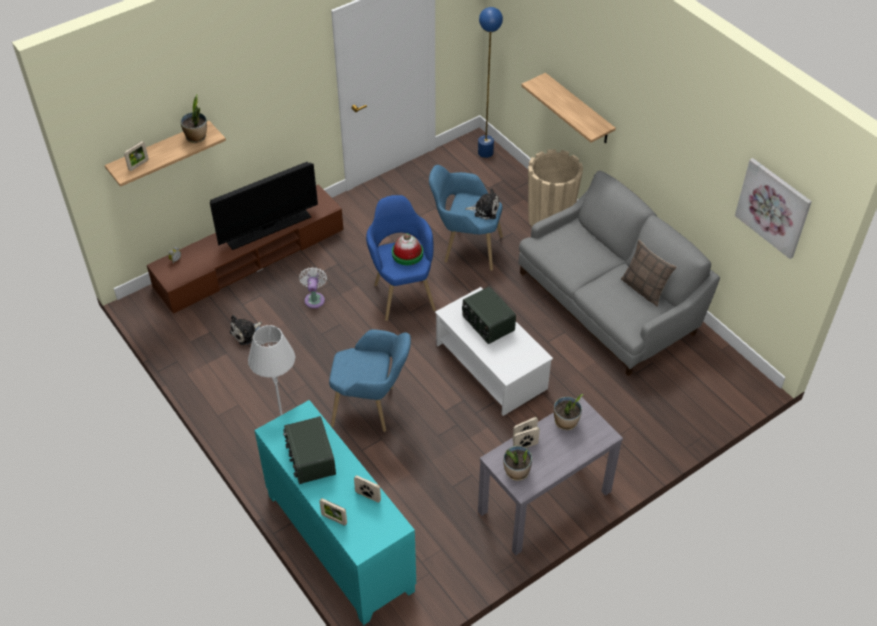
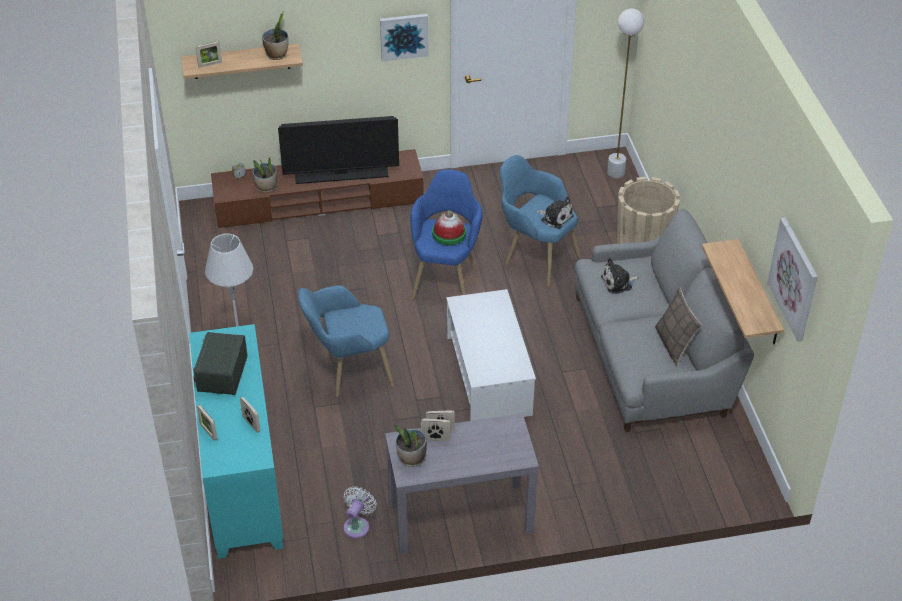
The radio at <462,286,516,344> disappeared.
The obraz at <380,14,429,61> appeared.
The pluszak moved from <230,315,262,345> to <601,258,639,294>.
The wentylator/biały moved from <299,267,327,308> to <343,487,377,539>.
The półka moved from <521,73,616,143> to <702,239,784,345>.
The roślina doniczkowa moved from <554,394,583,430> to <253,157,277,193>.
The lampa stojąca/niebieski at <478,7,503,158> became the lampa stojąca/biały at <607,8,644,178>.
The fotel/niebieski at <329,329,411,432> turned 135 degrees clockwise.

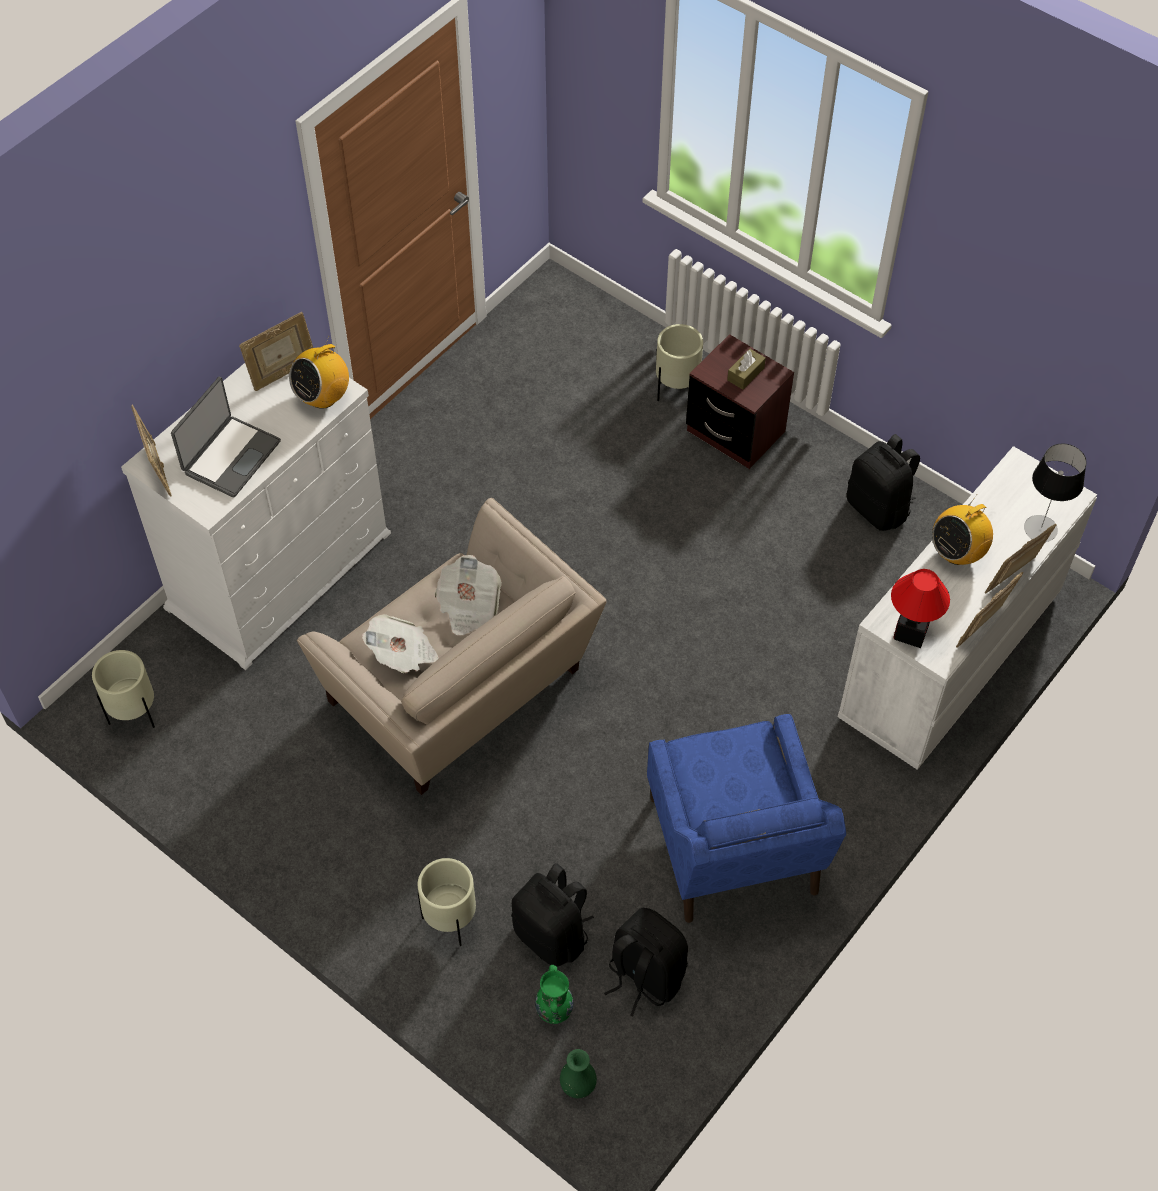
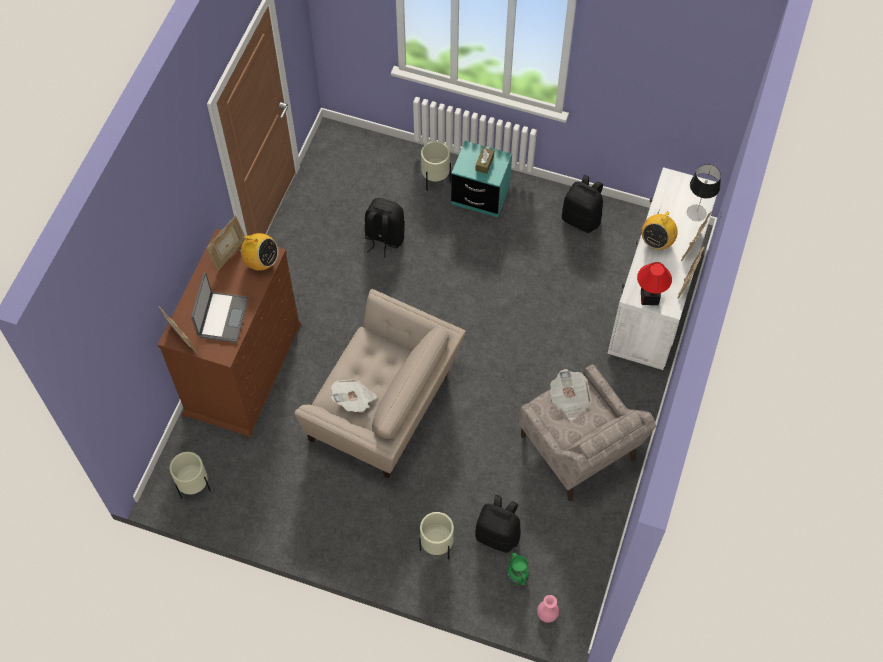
The gazeta moved from <435,555,502,636> to <550,369,591,421>.
The plecak/czarny moved from <604,908,688,1017> to <365,198,405,258>.
The komoda/biały at <121,363,391,670> became the komoda/brązowy at <158,229,301,438>.
The wazon/zielony at <560,1049,597,1098> became the wazon/różowy at <537,595,559,623>.
The fotel/niebieski at <647,714,846,923> became the fotel/beżowy at <519,364,656,501>.
The szafka nocna/brązowy at <686,334,794,469> became the szafka nocna/turkusowy at <451,141,512,218>.
The radio at <289,336,349,409> turned 90 degrees counterclockwise.

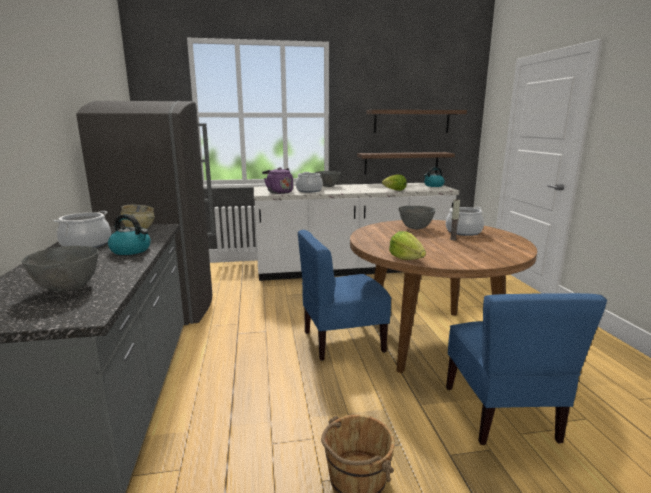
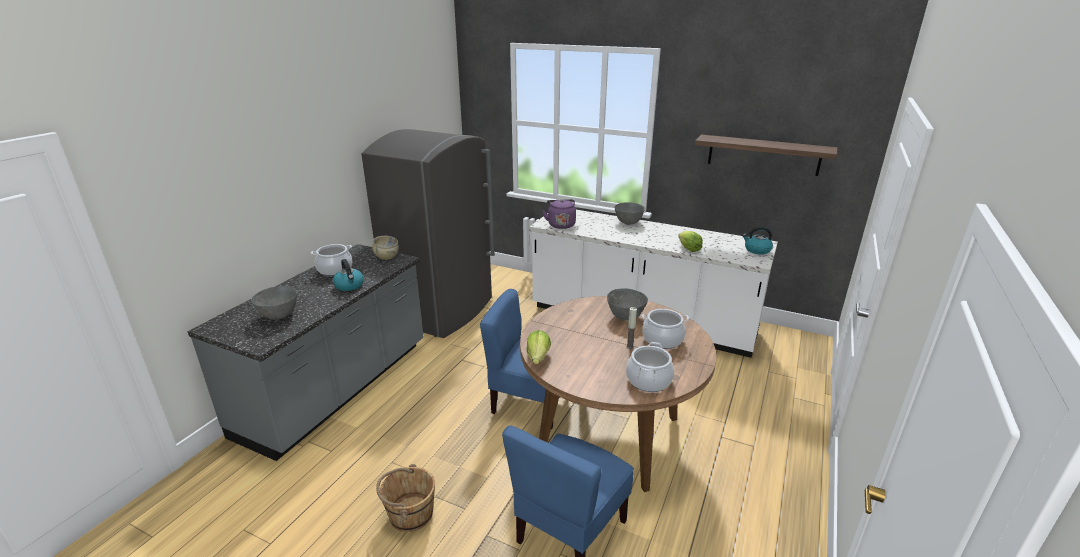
The półka at <357,152,455,175> disappeared.
The garnek moved from <296,172,323,193> to <626,342,674,392>.

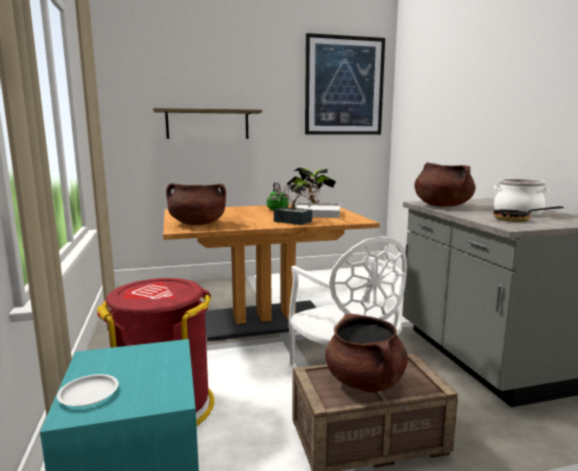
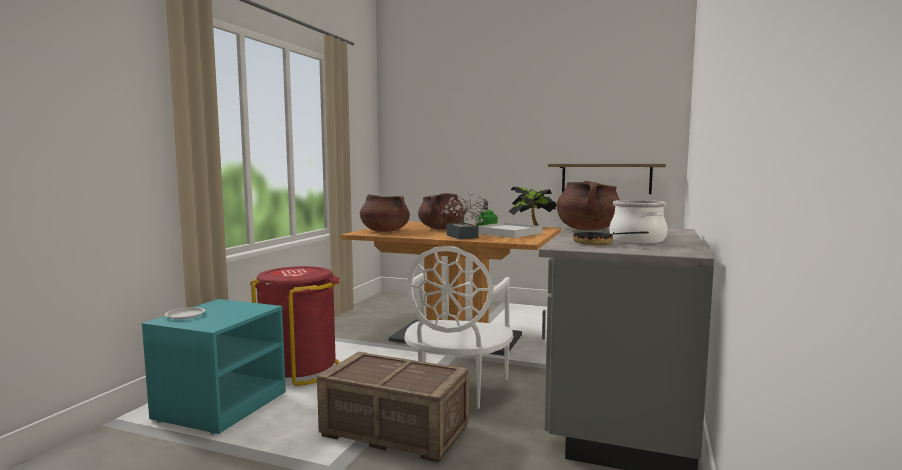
The obraz at <305,33,385,135> disappeared.
The półka moved from <153,108,262,139> to <548,164,666,194>.
The garnek/brązowy moved from <325,314,408,392> to <418,193,465,229>.

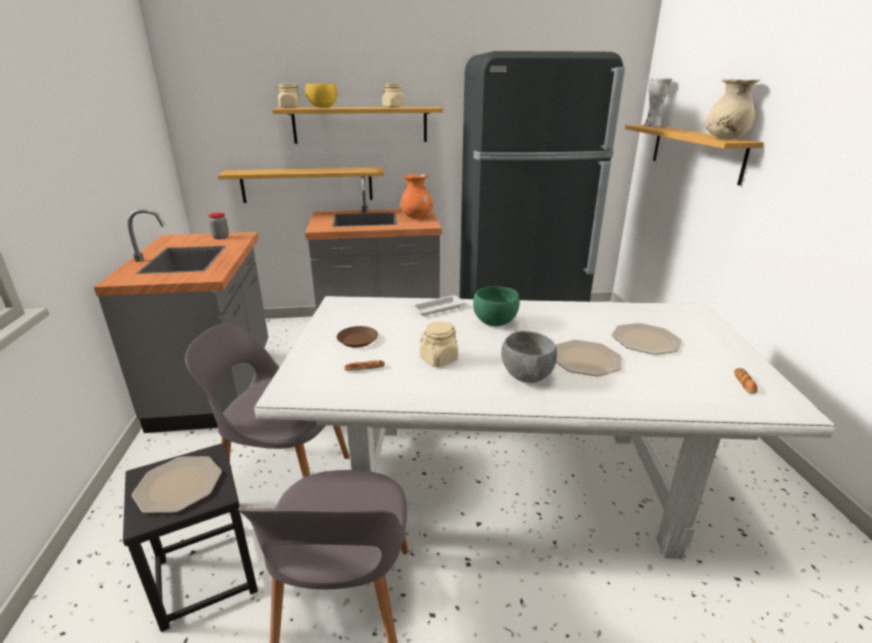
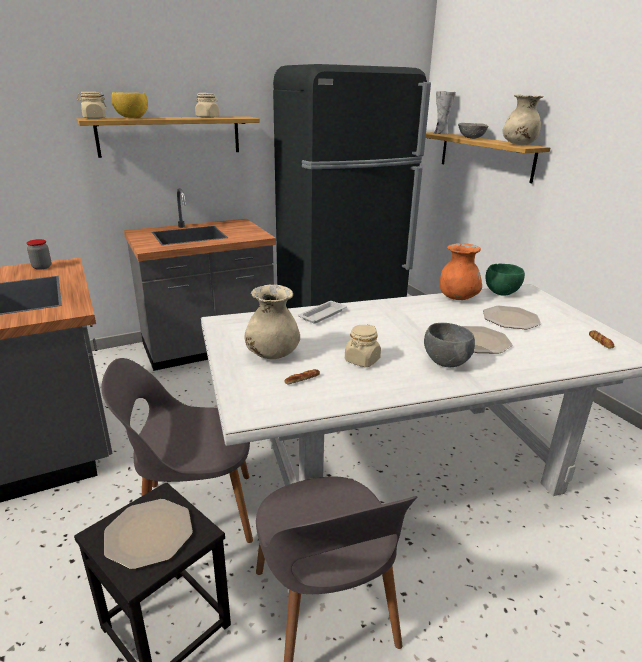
The półka at <217,167,384,203> disappeared.
The miska/szary at <458,123,489,139> appeared.
The wazon/pomarańczowy moved from <401,174,433,218> to <440,243,482,300>.
The miska/zielony moved from <473,286,520,326> to <485,264,525,296>.
The talerz/brązowy at <337,326,378,347> was replaced by the wazon/beżowy at <244,285,300,359>.

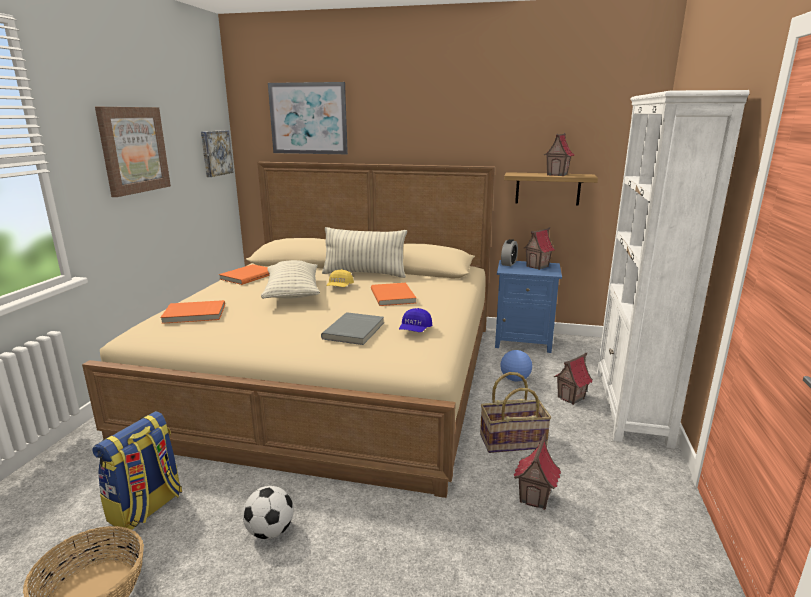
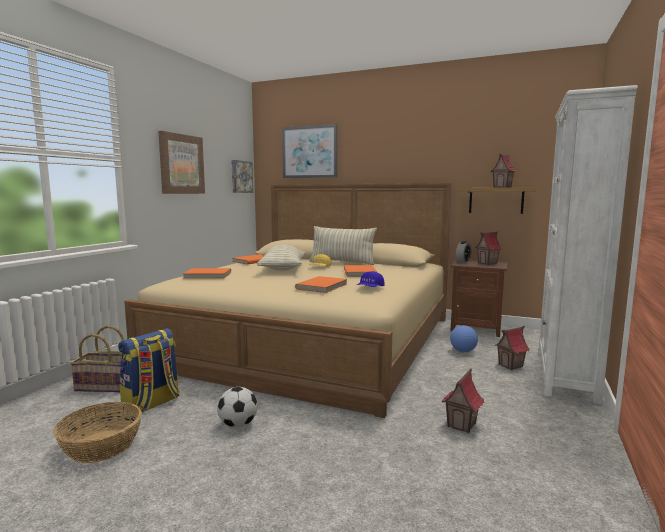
The koszyk moved from <480,372,551,453> to <70,326,124,392>.
The książka/szary at <321,312,384,345> became the książka/pomarańczowy at <295,276,347,293>.
The szafka nocna/niebieski at <495,260,562,353> became the szafka nocna/brązowy at <451,261,508,337>.

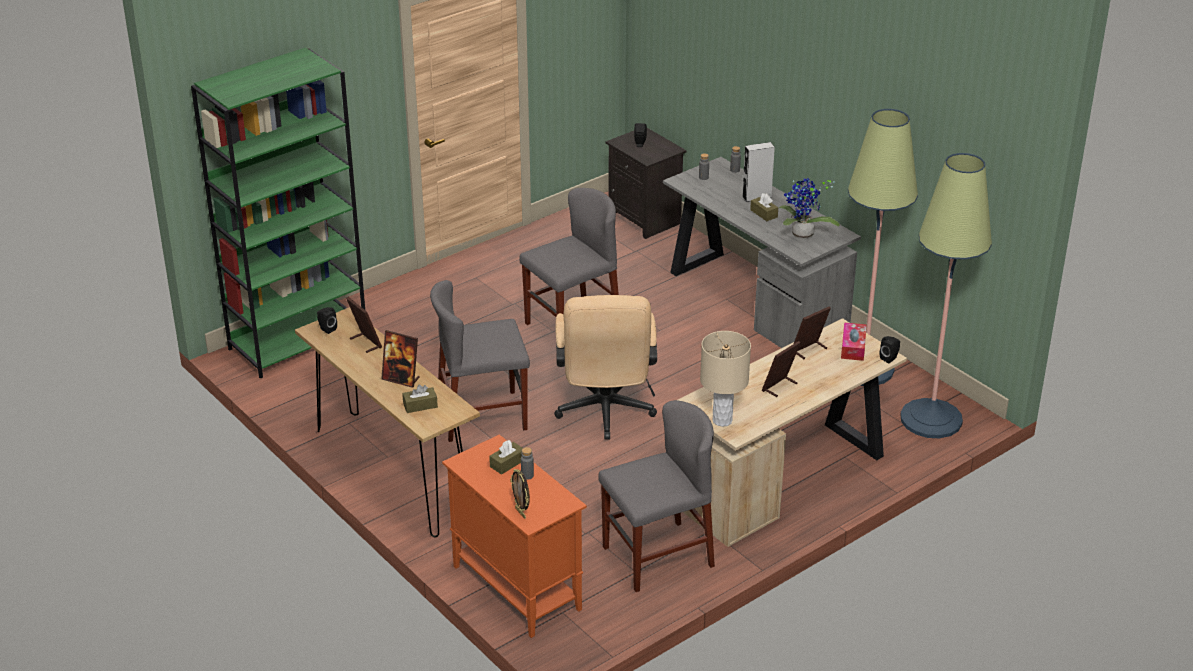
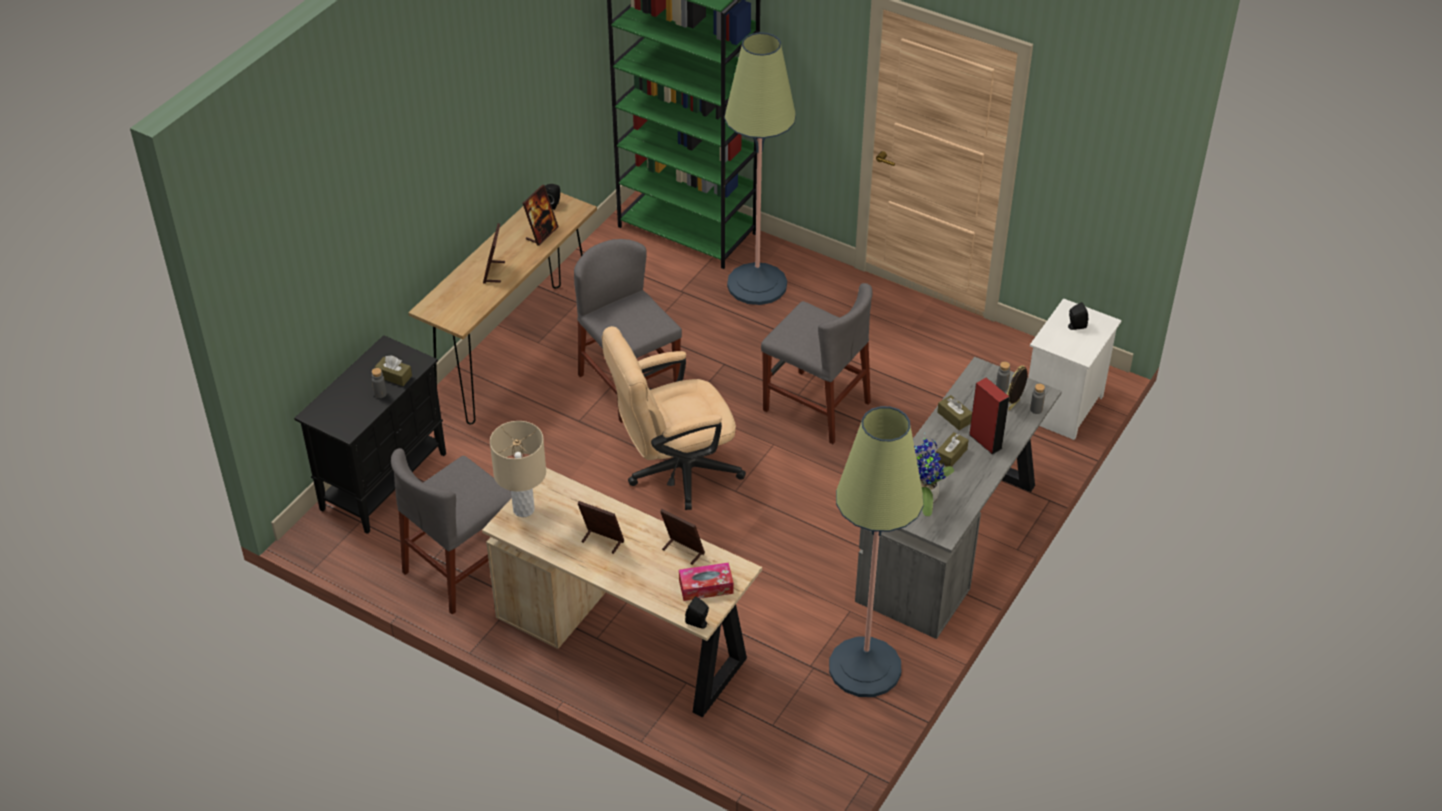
The pudełko chusteczek/brązowy moved from <402,385,438,413> to <937,395,972,430>.
The ramka na zdjęcie moved from <510,469,530,519> to <1007,365,1028,411>.
The lampa stojąca moved from <900,153,992,438> to <724,32,796,305>.
The szafka/pomarańczowy at <442,434,587,638> became the szafka/czarny at <294,335,446,534>.
The szafka nocna/czarny at <606,128,686,239> became the szafka nocna/biały at <1028,298,1122,440>.
The głośnik/szary at <742,142,775,202> became the głośnik/czerwony at <969,378,1009,455>.
The krzesło/szary at <598,400,715,592> turned 90 degrees clockwise.

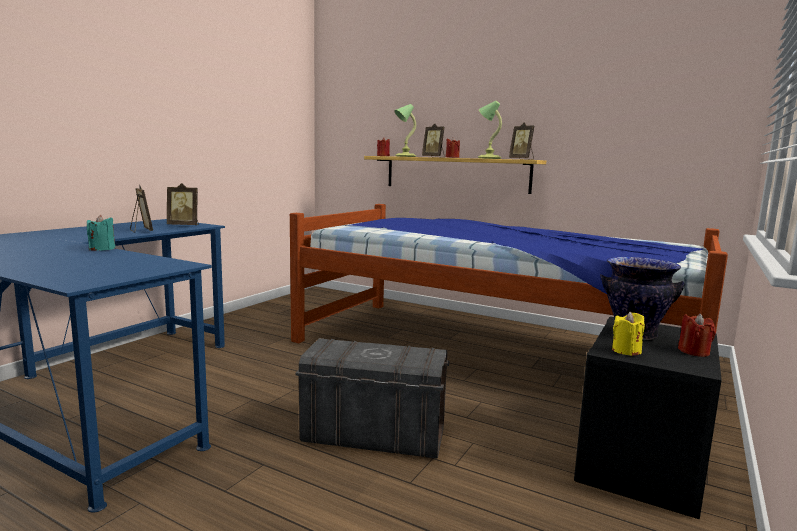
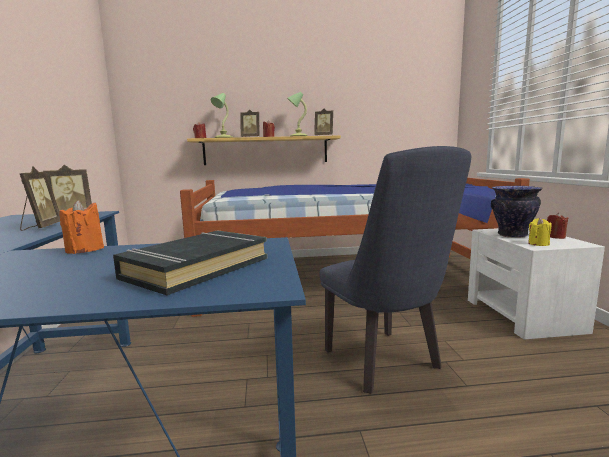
The książka/czarny at <113,230,268,295> appeared.
The pojemnik do przechowywania/szary at <295,338,450,459> was replaced by the krzesło/niebieski at <320,146,471,393>.
The świeca/turkusowy at <87,215,115,251> became the świeca/pomarańczowy at <59,200,104,254>.
The szafka nocna/czarny at <574,317,722,519> became the szafka nocna/biały at <468,228,605,339>.
The ramka na zdjęcie at <130,185,153,233> turned 60 degrees clockwise.

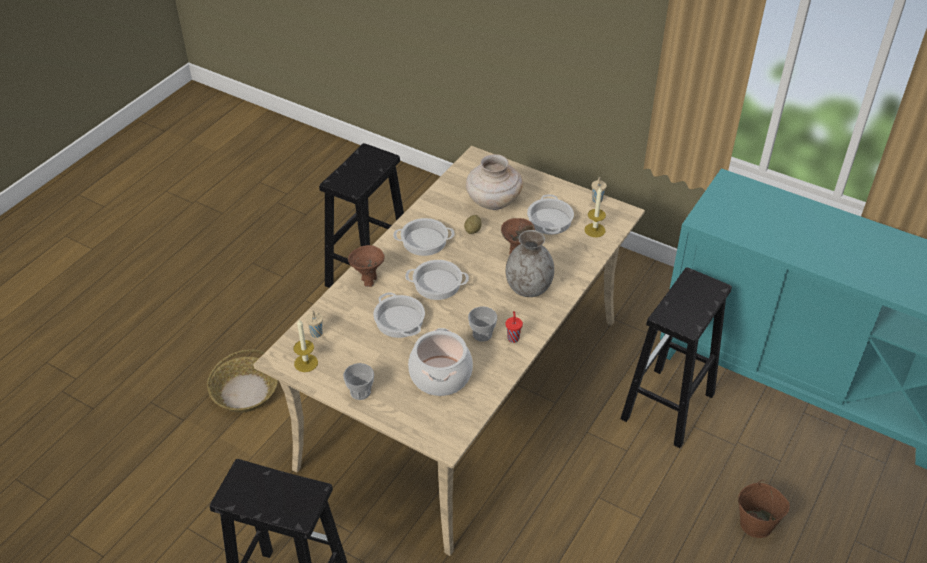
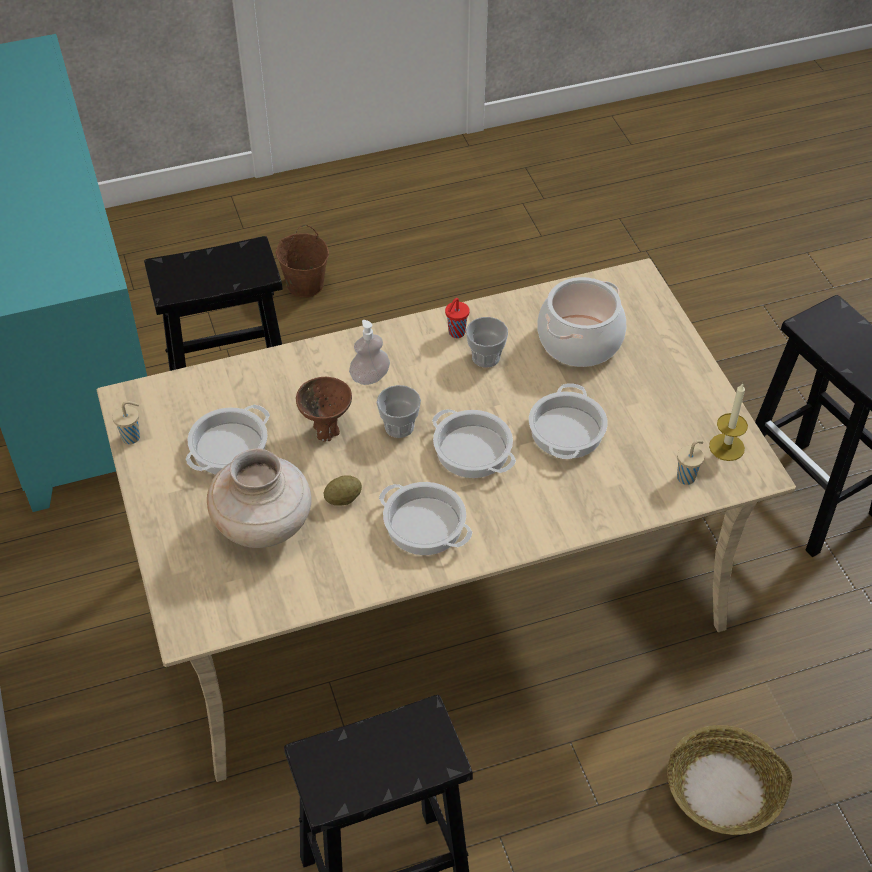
The miska/brązowy at <348,245,385,287> disappeared.
The świeca at <585,187,606,237> disappeared.
The filiżanka moved from <343,363,374,400> to <376,385,421,438>.
The wazon/szary at <506,230,554,297> was replaced by the dozownik mydła at <349,320,390,385>.

